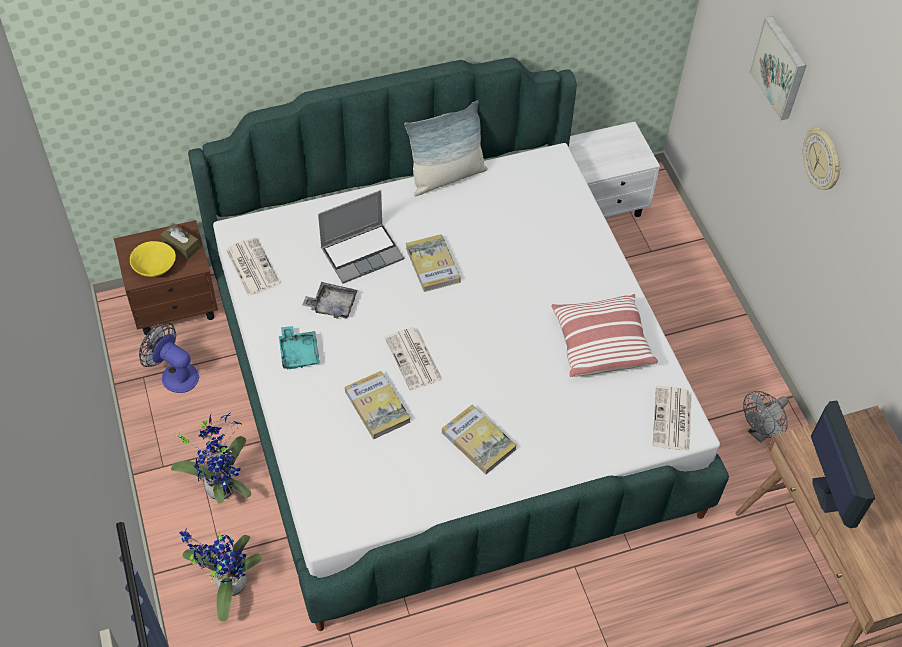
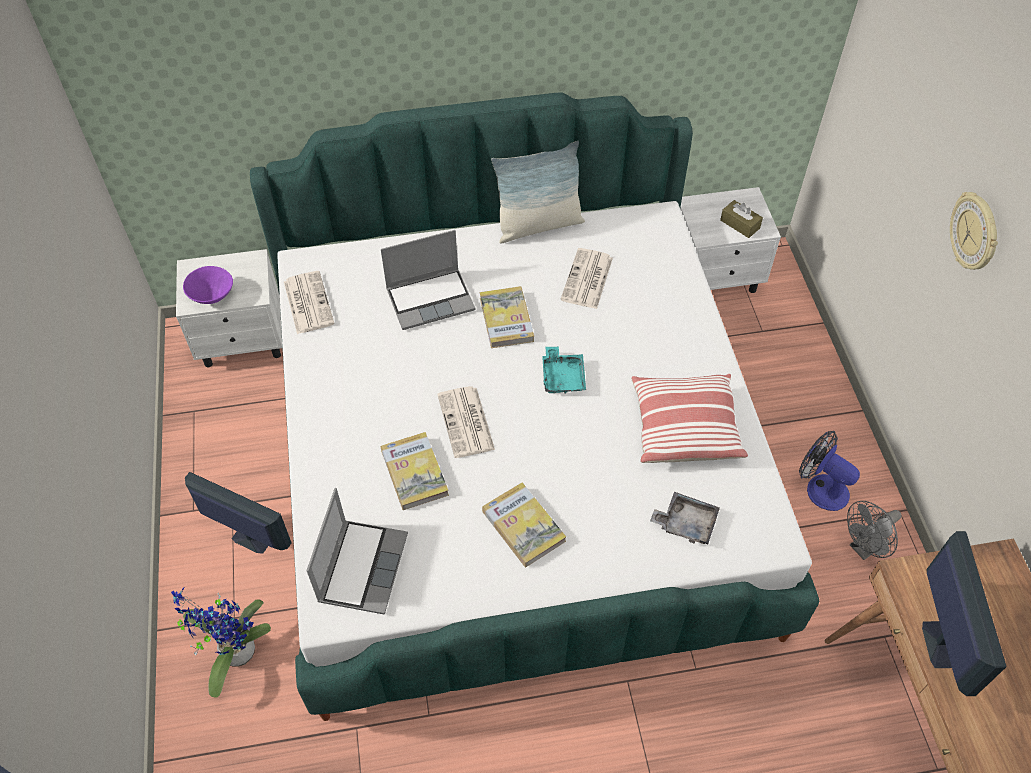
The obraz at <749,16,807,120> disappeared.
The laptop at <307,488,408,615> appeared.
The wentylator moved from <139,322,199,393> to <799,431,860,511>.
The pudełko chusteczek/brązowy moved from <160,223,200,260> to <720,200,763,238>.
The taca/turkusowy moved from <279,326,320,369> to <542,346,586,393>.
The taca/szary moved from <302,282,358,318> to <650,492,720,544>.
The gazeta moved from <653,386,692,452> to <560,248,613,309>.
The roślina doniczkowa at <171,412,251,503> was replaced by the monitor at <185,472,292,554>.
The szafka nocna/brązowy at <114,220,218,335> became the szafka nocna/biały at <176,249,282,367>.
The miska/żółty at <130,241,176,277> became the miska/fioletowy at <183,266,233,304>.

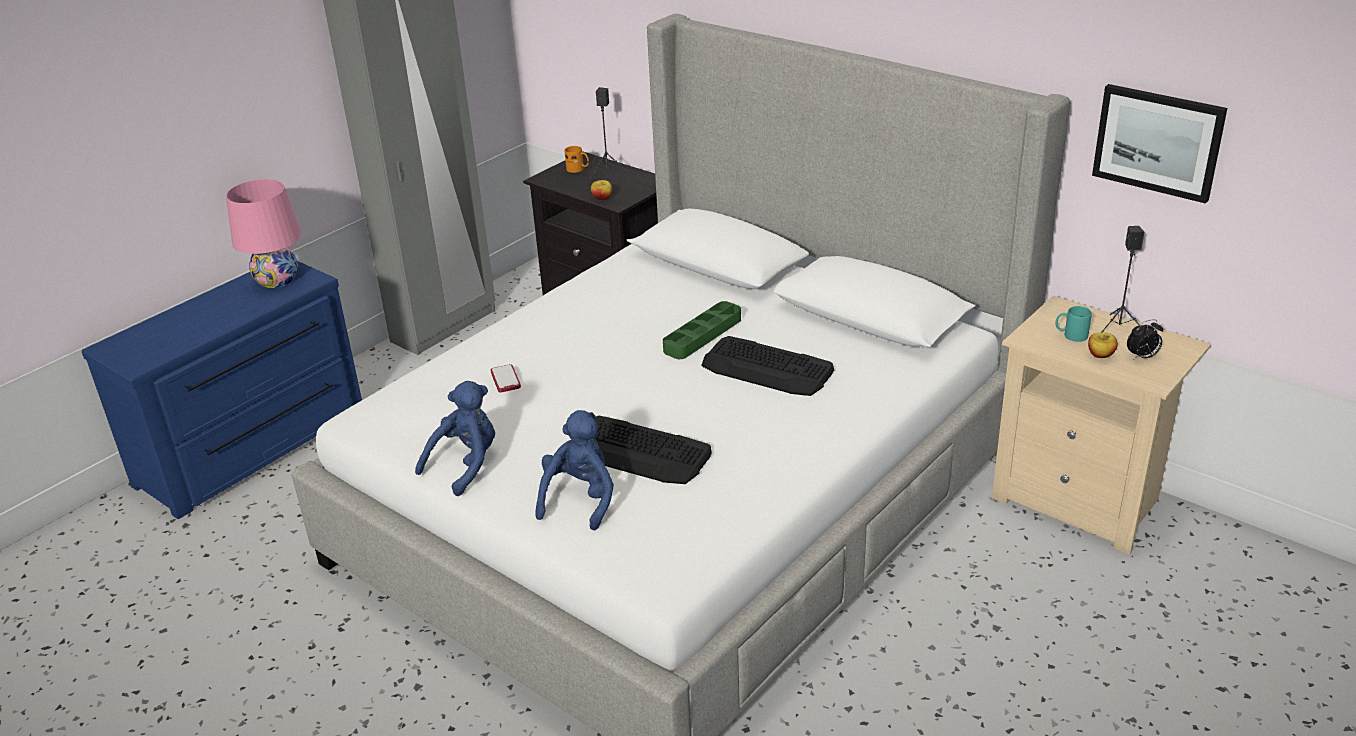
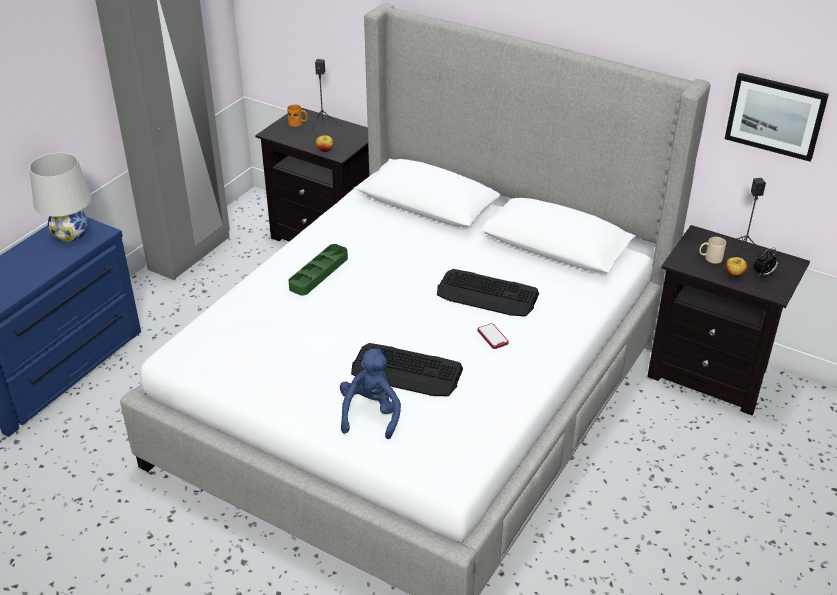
The pluszak/niebieski at <415,381,495,496> disappeared.
The telefon moved from <491,364,521,392> to <478,323,509,349>.
The taca/zielony moved from <663,301,741,359> to <288,244,348,296>.
The lampa stołowa/różowy at <226,179,301,288> became the lampa stołowa/biały at <29,152,91,242>.
The szafka nocna/beżowy at <992,296,1211,555> became the szafka nocna/czarny at <647,225,810,416>.
The kubek/turkusowy at <1055,306,1092,342> became the kubek/beżowy at <699,237,726,264>.

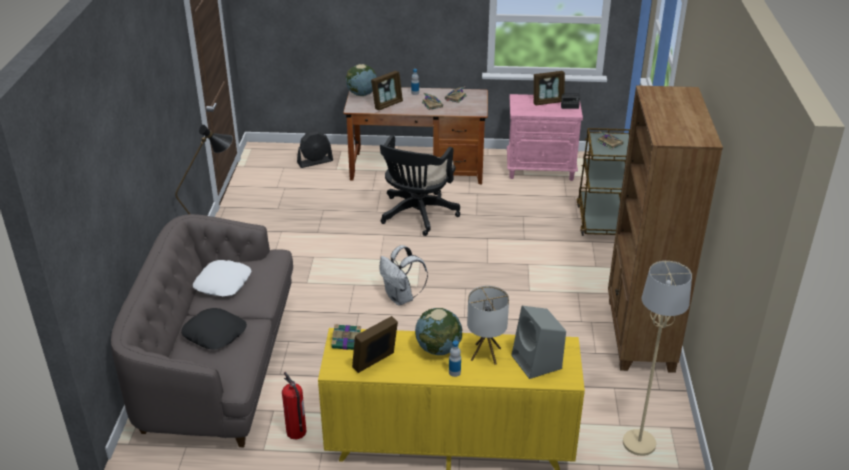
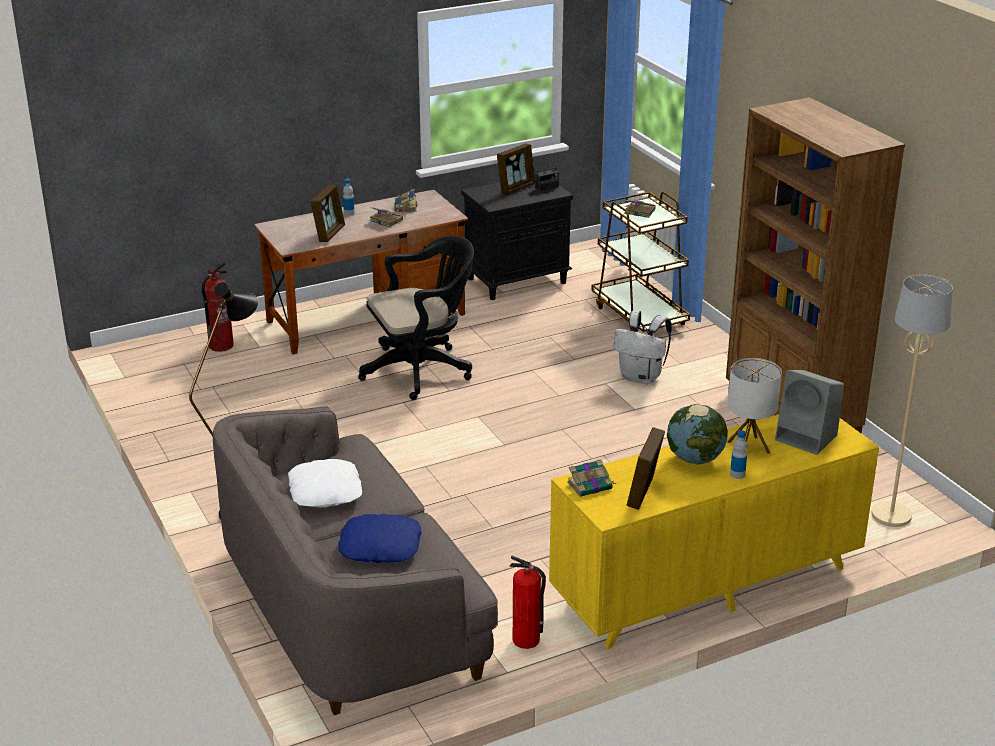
The globus at <346,64,377,96> disappeared.
The plecak/biały moved from <379,245,428,306> to <614,310,672,384>.
The wentylator/czarny at <297,131,333,168> was replaced by the gaśnica at <202,261,234,352>.
The poduszka/czarny at <181,308,247,350> became the poduszka/niebieski at <338,514,422,563>.
The szafka nocna/różowy at <507,94,583,181> became the szafka nocna/czarny at <461,182,573,300>.
The krzesło biurowe/czarny at <380,135,460,236> turned 105 degrees counterclockwise.

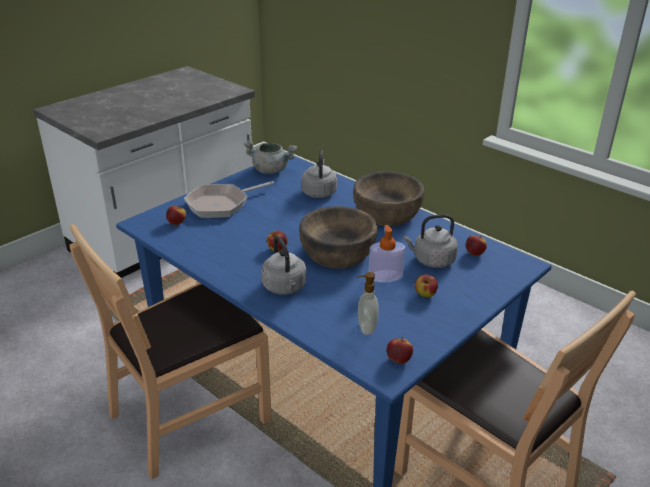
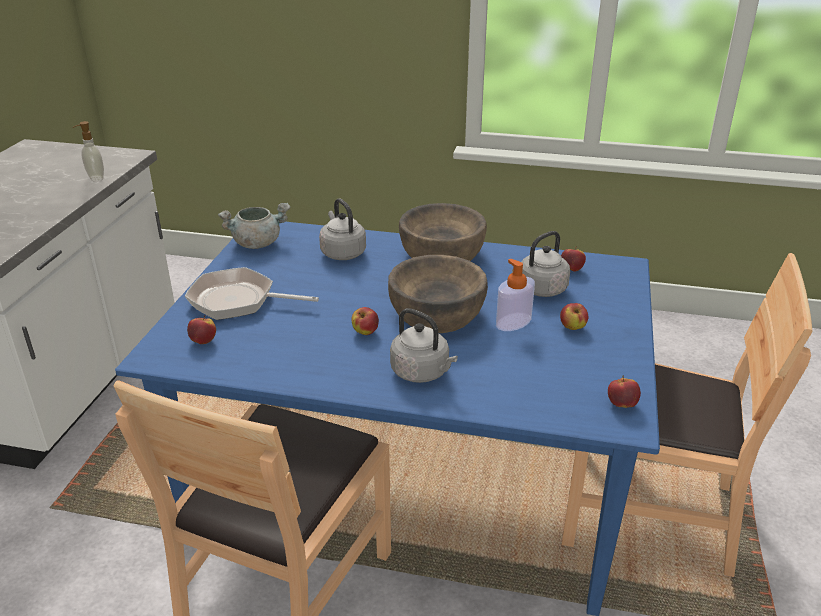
The dozownik mydła moved from <357,272,379,335> to <73,121,104,182>.
The patelnia at <184,181,274,218> turned 75 degrees clockwise.

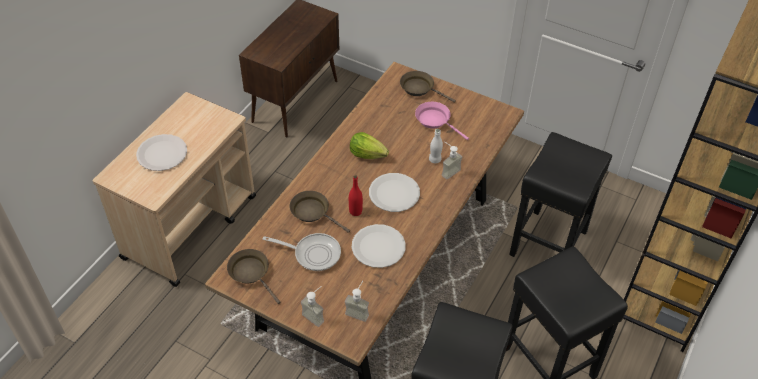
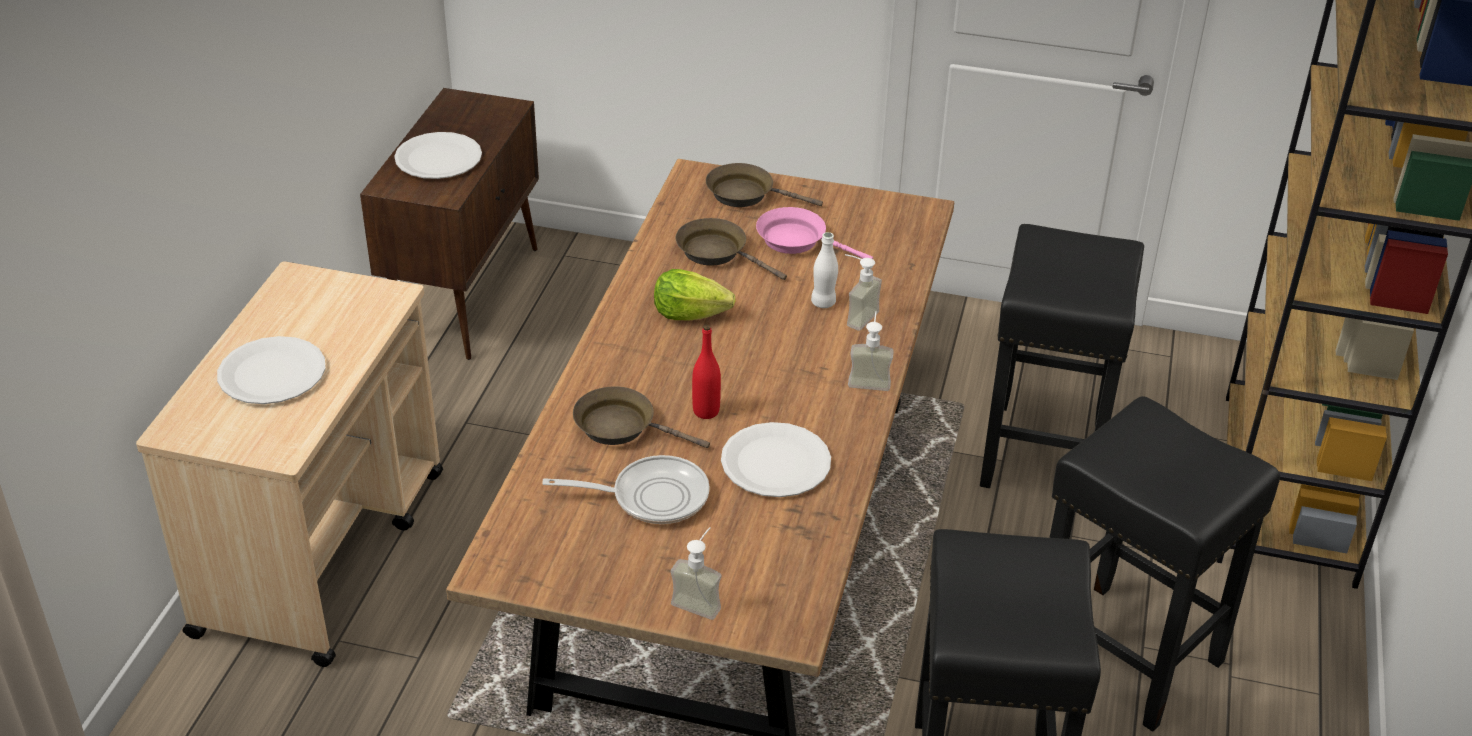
The patelnia/brązowy moved from <227,249,281,304> to <676,218,787,280>.
The dozownik mydła moved from <345,281,369,322> to <848,311,894,391>.
The talerz/biały moved from <369,173,420,212> to <394,132,482,179>.

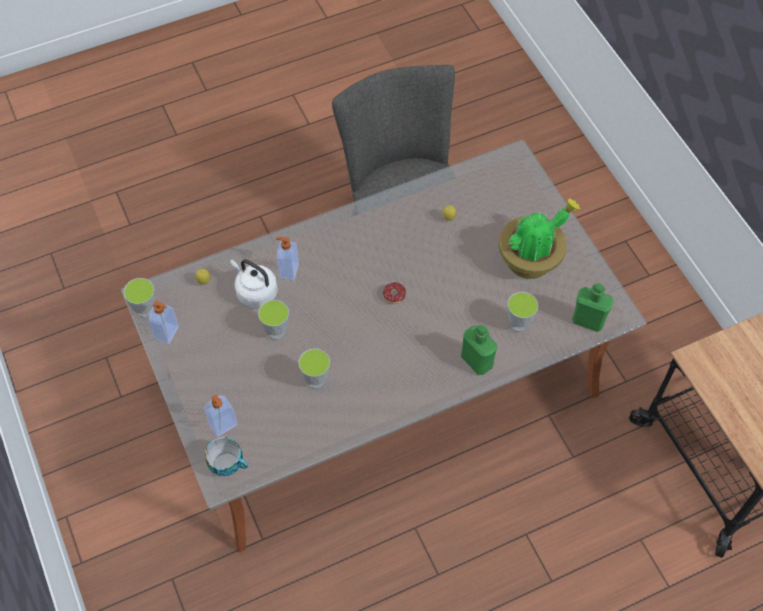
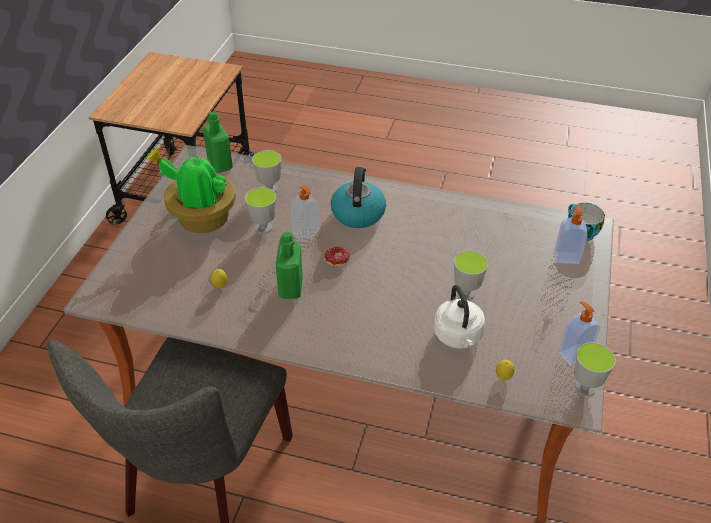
The czajnik at <331,167,386,228> appeared.
The dozownik mydła moved from <276,237,299,280> to <291,185,320,242>.
The filiżanka moved from <298,348,330,389> to <245,187,276,234>.
The butelka/zielony moved from <461,325,497,375> to <276,232,303,299>.

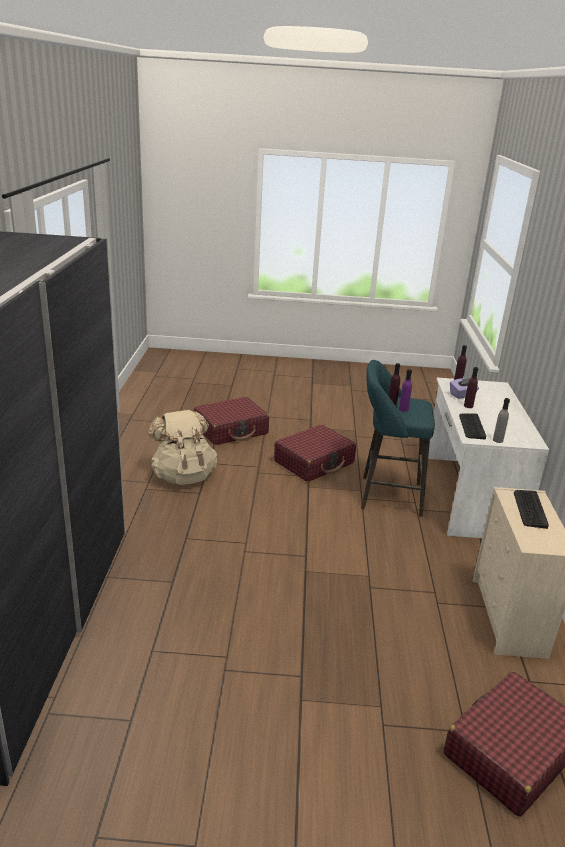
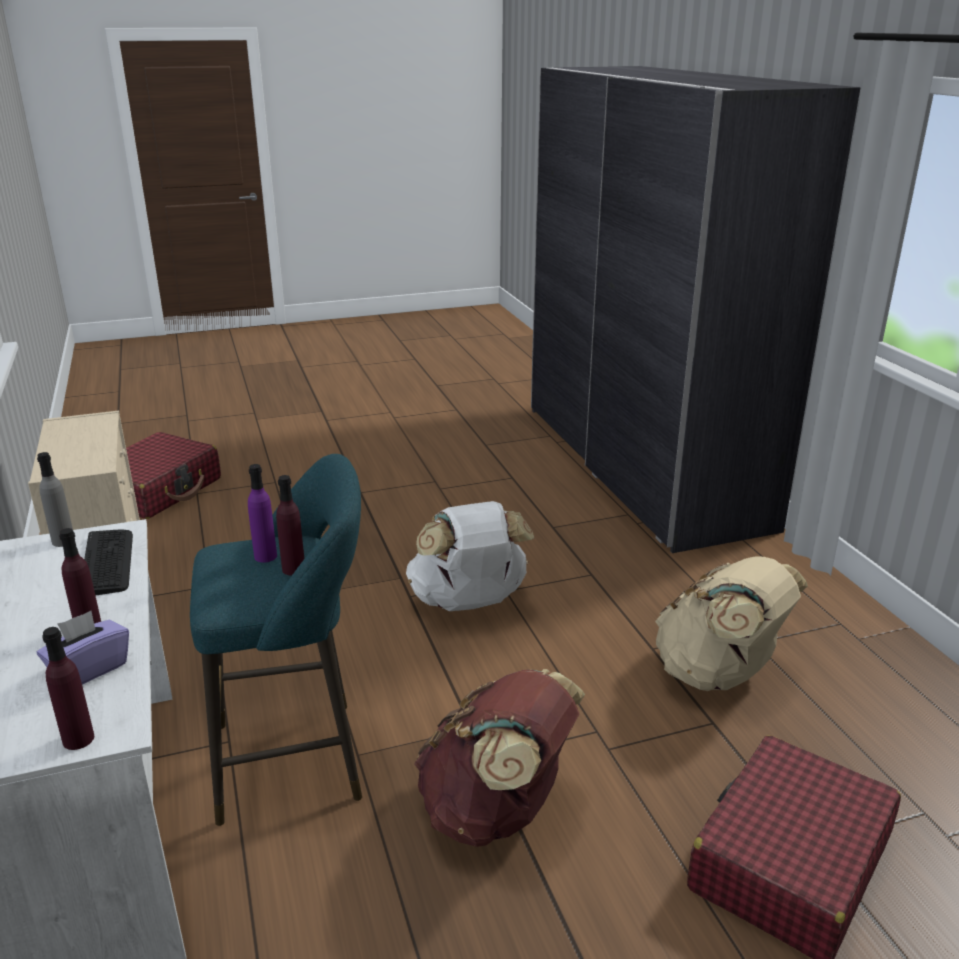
The klawiatura at <514,490,549,529> disappeared.
The plecak/biały at <406,501,534,611> appeared.
The walizka/czerwony at <274,425,356,482> was replaced by the plecak/brązowy at <414,669,585,847>.

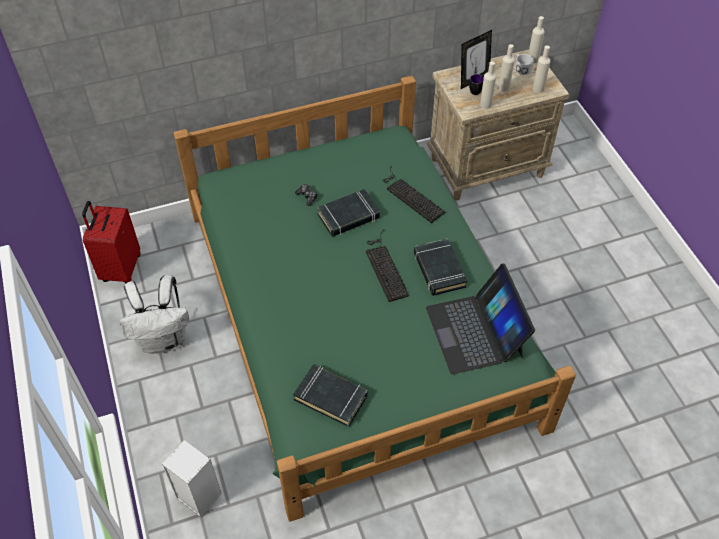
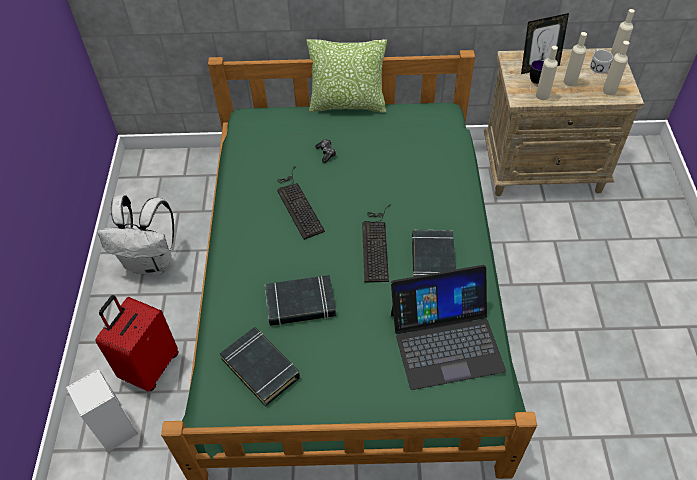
The poduszka at <307,39,387,113> appeared.
The walizka/czerwony moved from <82,201,141,284> to <95,295,179,392>.
The książka/czarny moved from <317,189,380,237> to <265,275,336,326>.
The klawiatura moved from <382,166,445,223> to <277,166,325,240>.
The laptop at <426,264,535,375> turned 105 degrees counterclockwise.

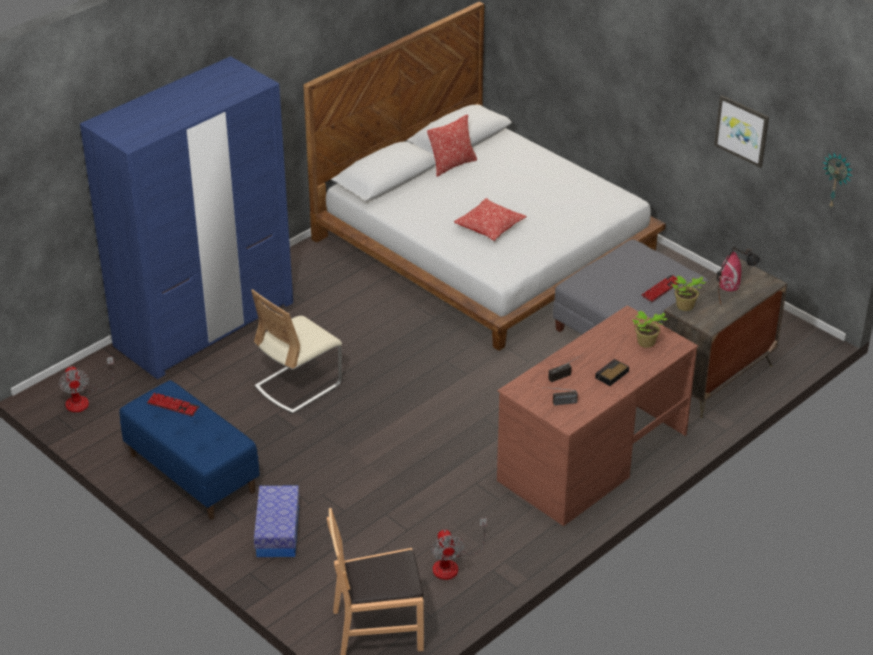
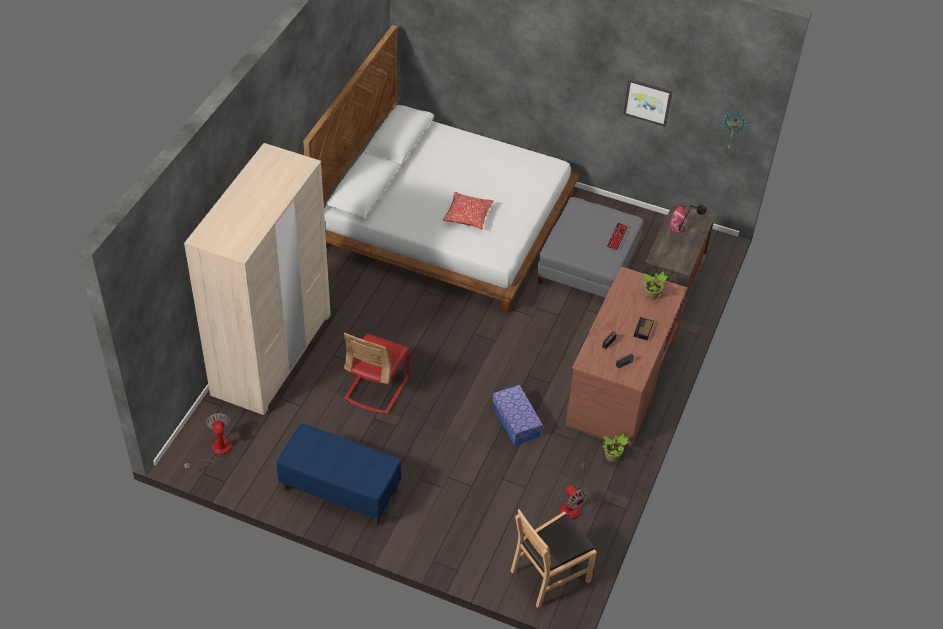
The klawiatura at <147,392,200,416> disappeared.
The poduszka at <427,114,477,177> disappeared.
The pojemnik do przechowywania moved from <254,486,299,557> to <492,385,543,446>.
The roślina doniczkowa moved from <672,276,706,311> to <602,434,628,462>.
The szafa/niebieski at <80,56,293,379> became the szafa/beżowy at <184,143,331,415>.
The krzesło/beżowy at <251,289,342,414> became the krzesło/czerwony at <344,333,410,415>.
The wentylator at <59,356,114,412> turned 150 degrees counterclockwise.

